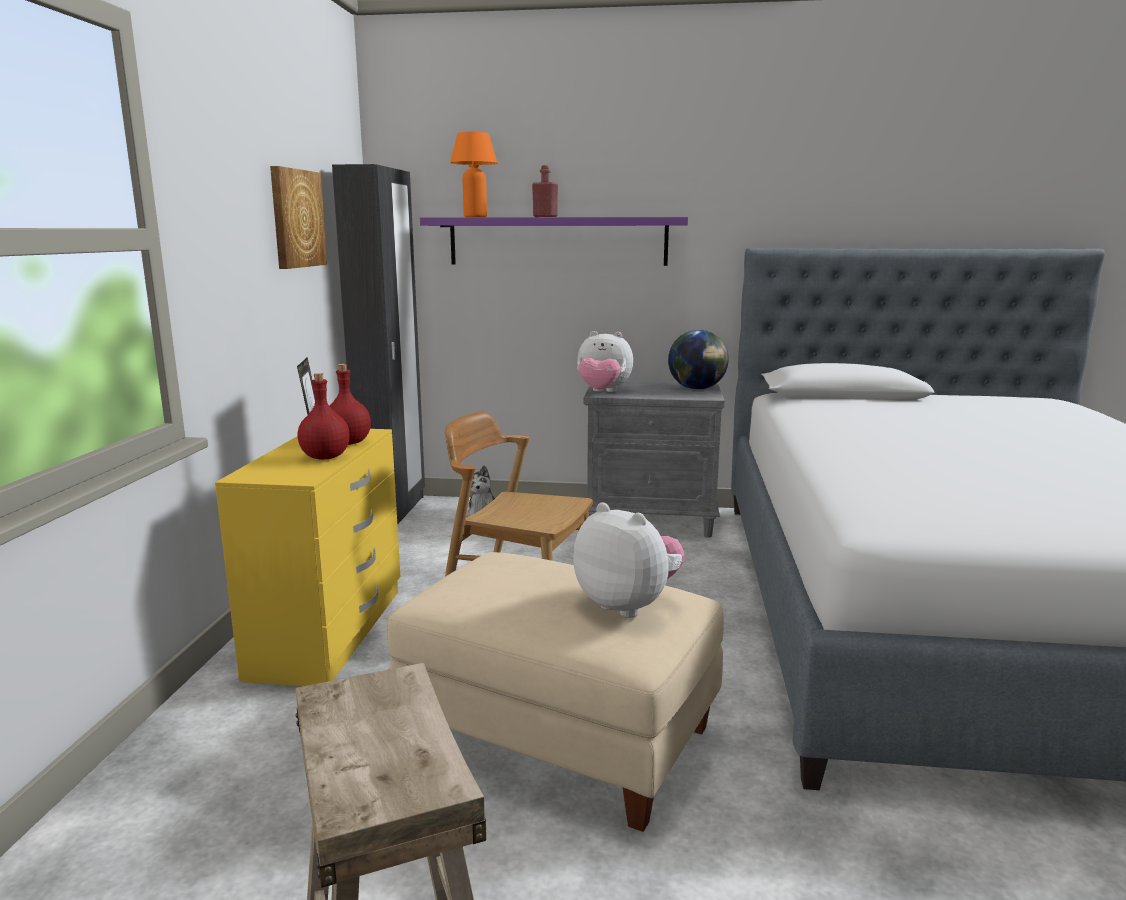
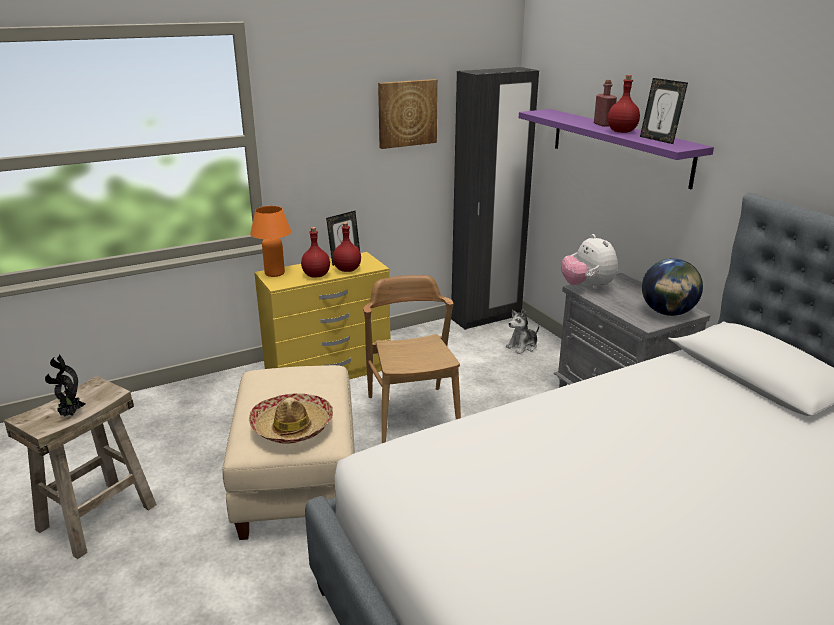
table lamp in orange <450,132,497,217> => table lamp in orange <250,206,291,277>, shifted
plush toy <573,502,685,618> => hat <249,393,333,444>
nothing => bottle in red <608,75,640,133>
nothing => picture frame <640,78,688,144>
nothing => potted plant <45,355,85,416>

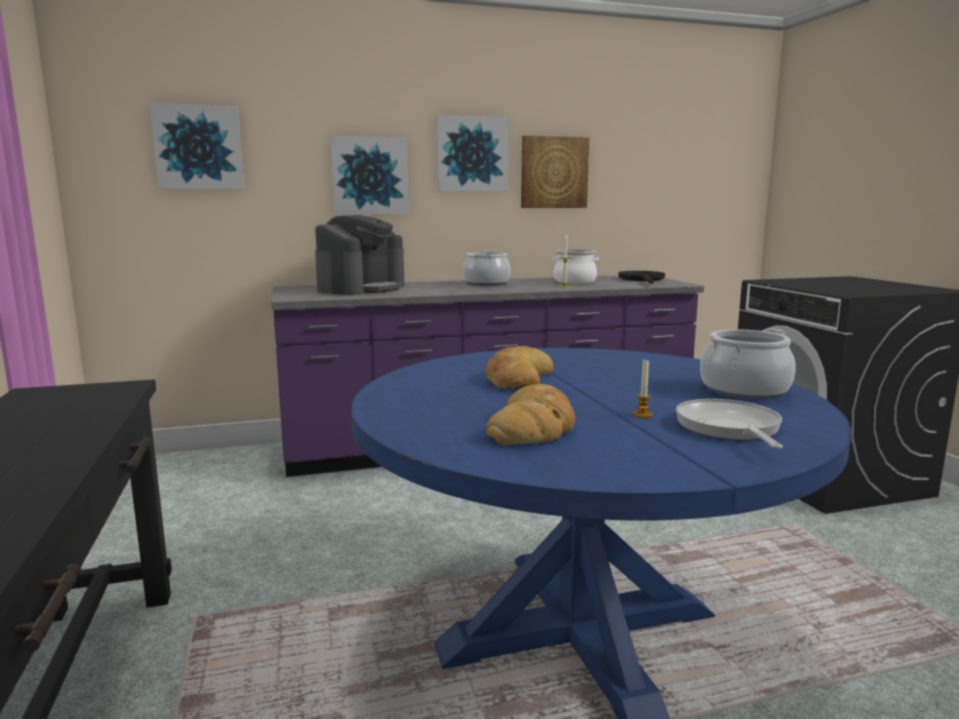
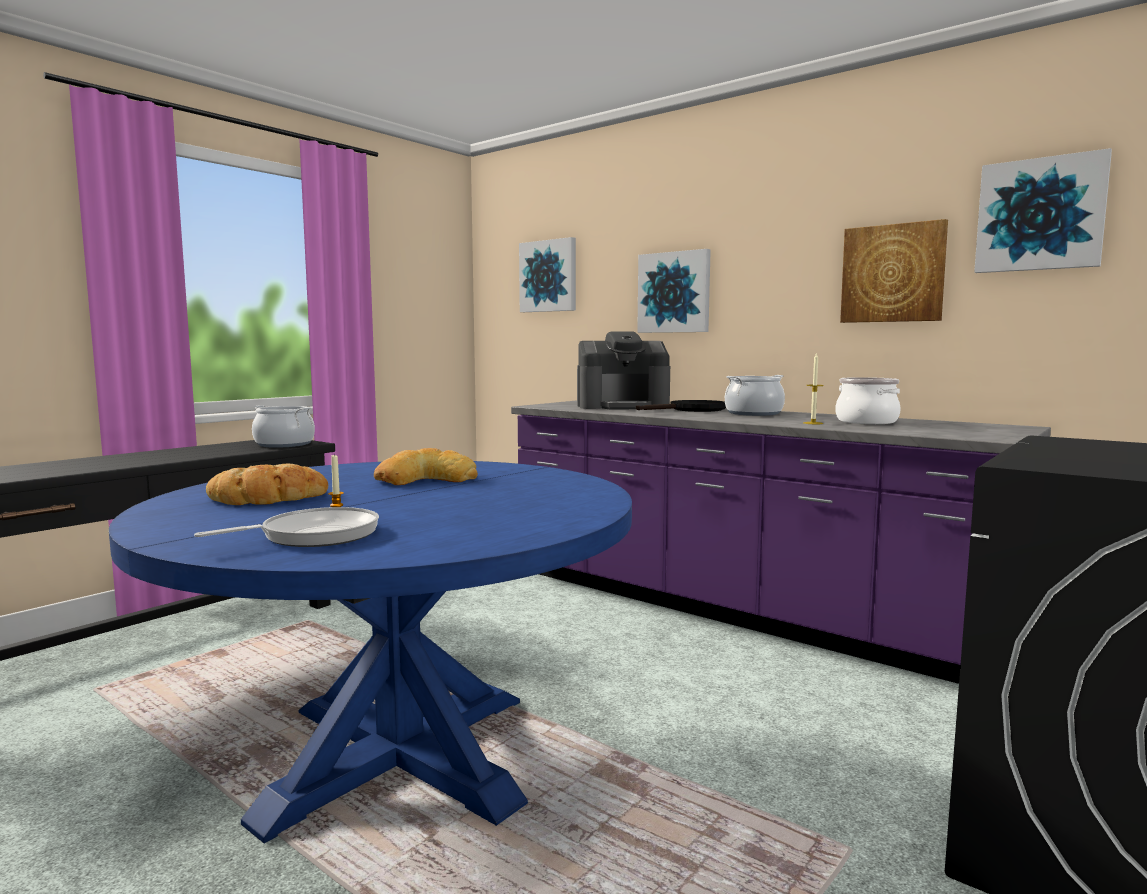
picture <436,115,508,192> => picture <974,148,1112,273>, shifted
frying pan in black <618,271,665,284> => frying pan in black <636,400,726,412>, shifted
cooking pot <700,328,796,399> => cooking pot <252,405,315,448>, shifted

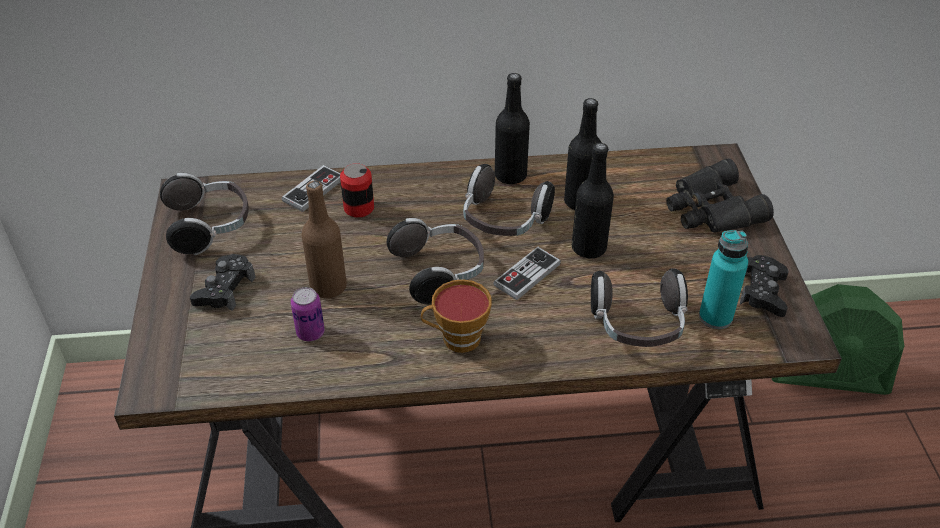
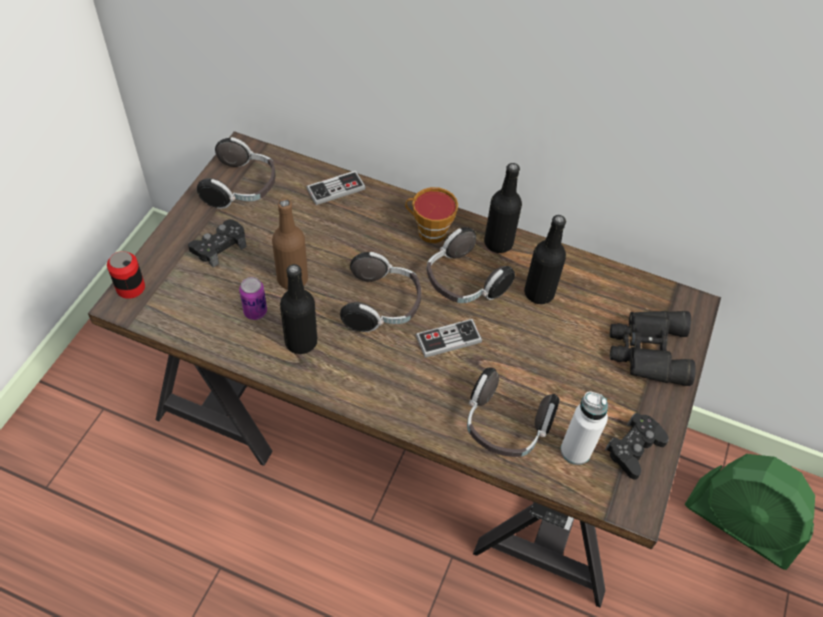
bottle in black <572,143,614,258> => bottle in black <280,264,318,354>, shifted
can <340,163,374,218> => can <107,251,145,299>, shifted
bottle in turquoise <699,230,748,329> => bottle in white <561,391,608,465>
cup <421,279,492,353> => cup <405,187,458,243>, shifted

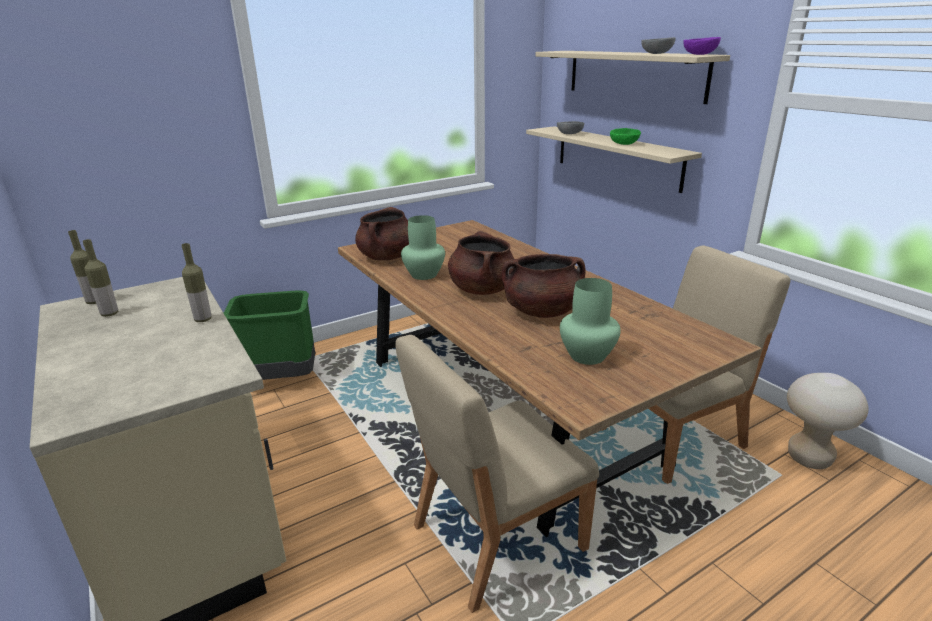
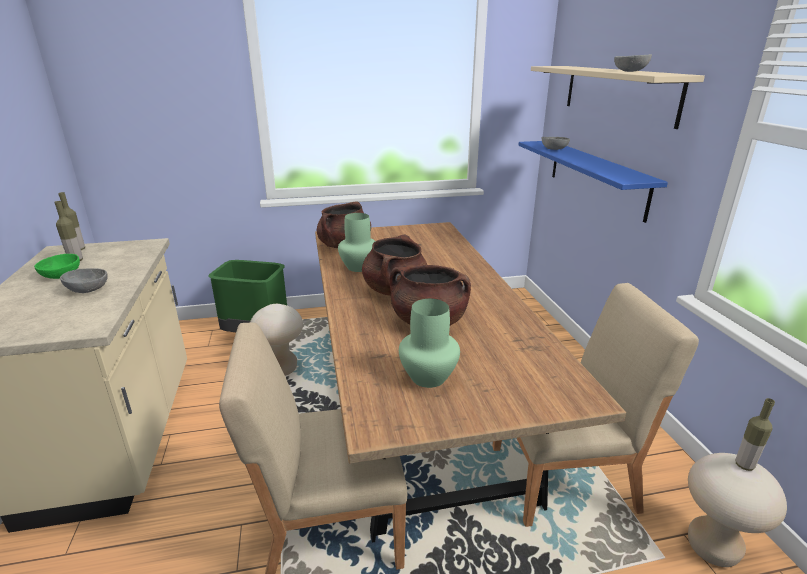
bowl in purple <683,37,721,55> => nothing
shelf in beige <526,126,702,193> => shelf in blue <518,141,668,223>
bowl in green <610,128,641,145> => bowl in green <34,254,80,279>, shifted
bottle <182,243,212,322> => bottle <736,398,775,471>, shifted
nothing => bowl in grey <60,268,108,293>
nothing => stool in beige <250,304,303,376>

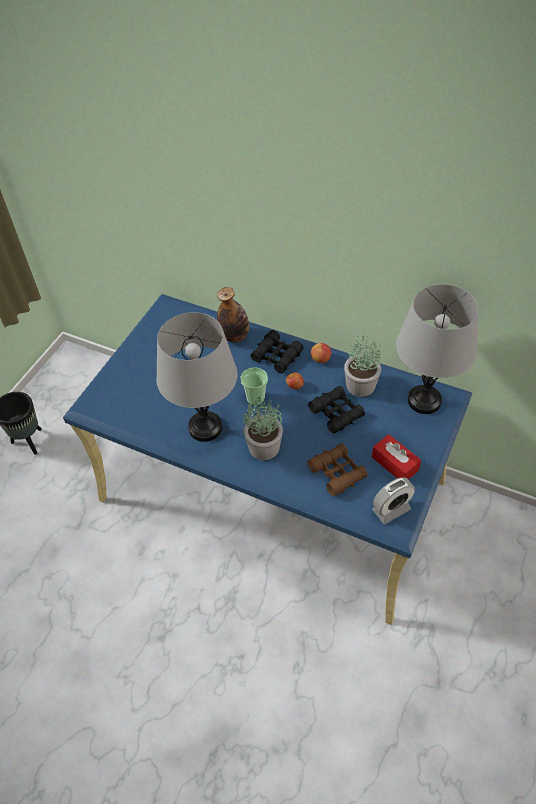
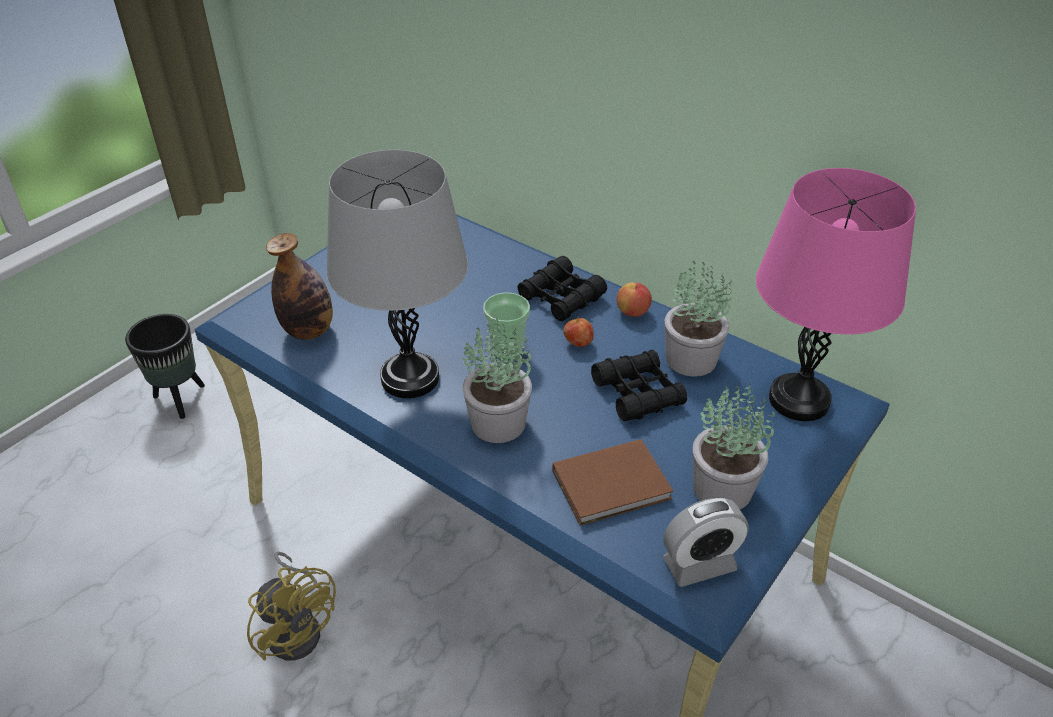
table lamp in grey <396,284,479,414> => table lamp in pink <756,168,916,421>
bottle <217,287,249,342> => bottle <266,233,333,340>, shifted
tissue box in red <372,434,421,480> => potted plant <693,382,775,509>
binoculars in brown <308,443,368,496> => book in brown <553,439,673,526>
nothing => fan in yellow <247,551,336,661>

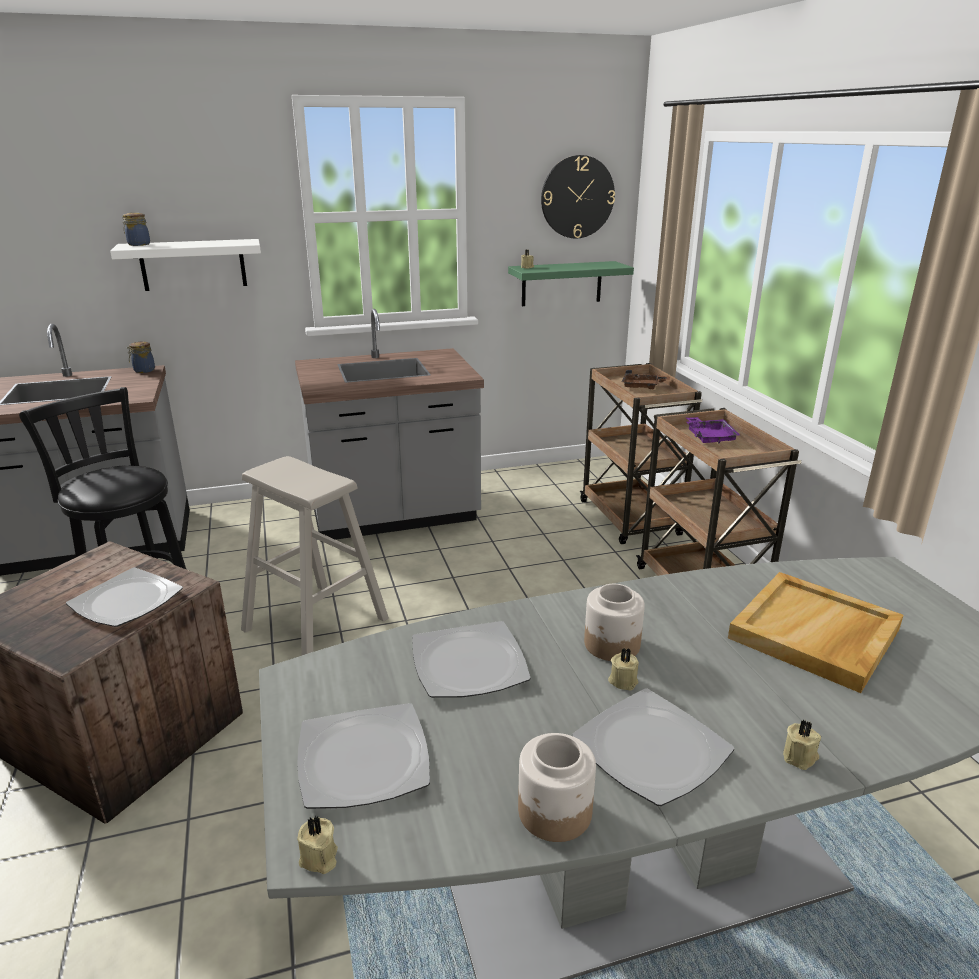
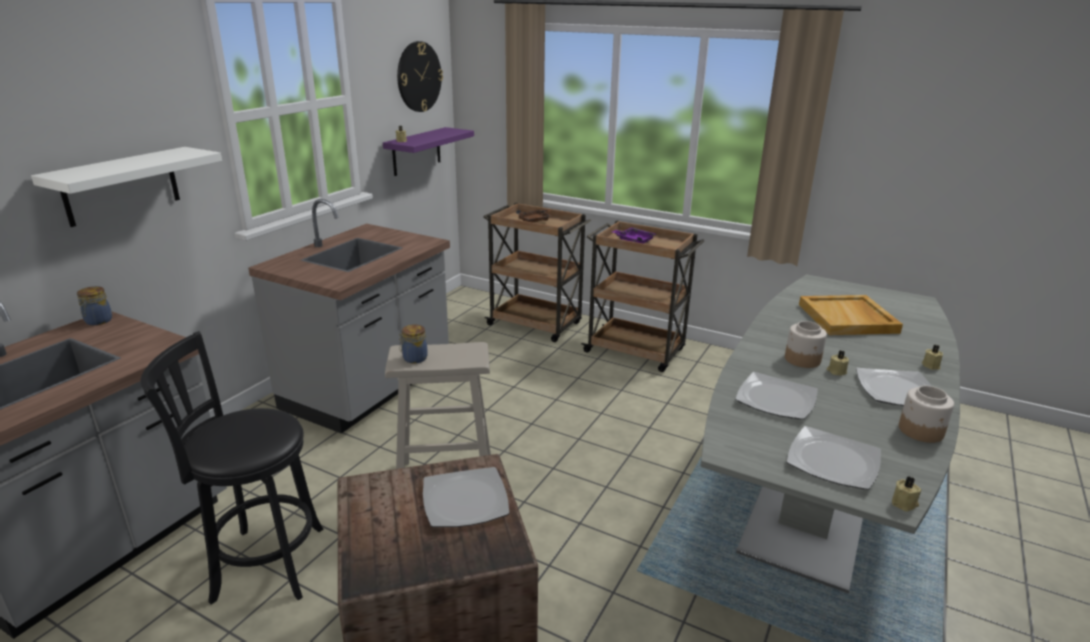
jar <122,213,150,246> => jar <399,324,428,364>, shifted
shelf in green <508,261,634,306> => shelf in purple <383,127,474,176>

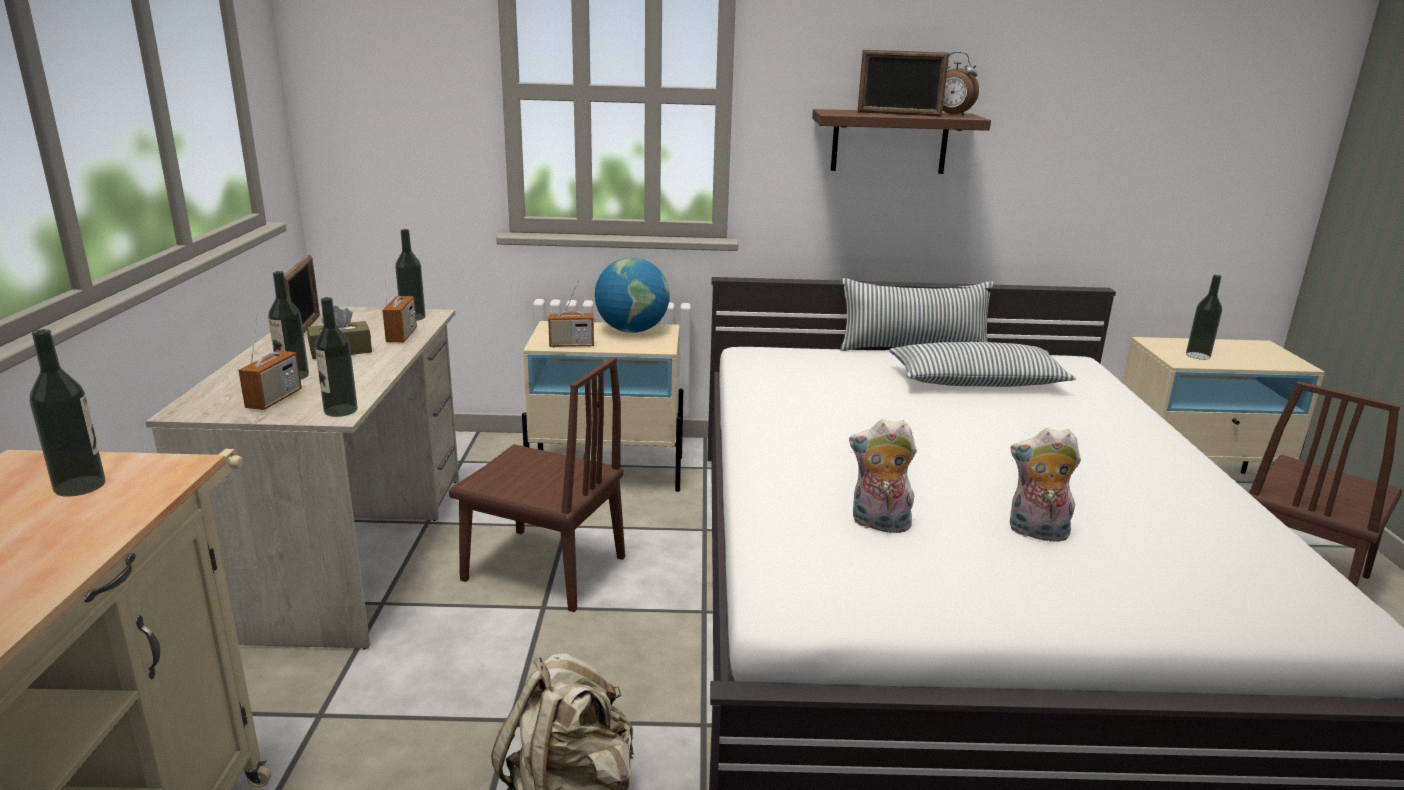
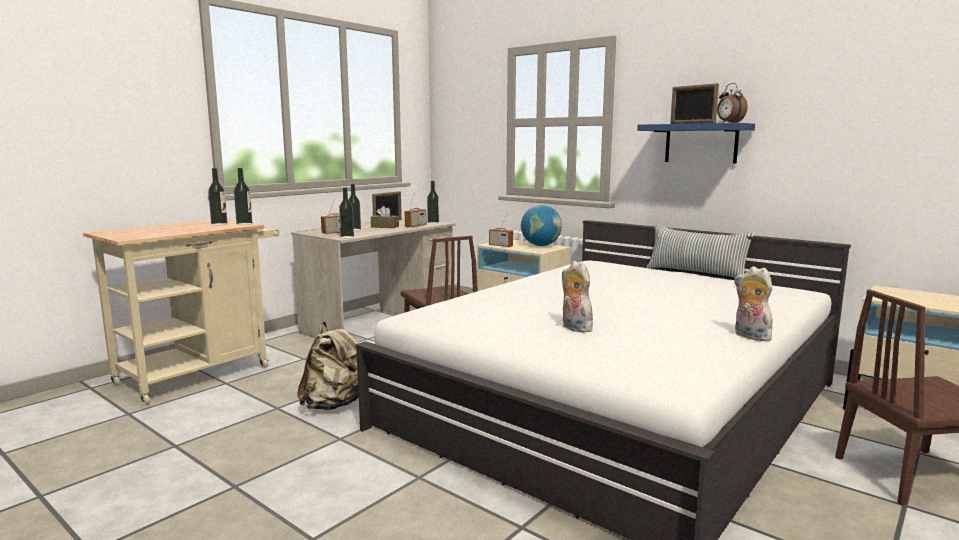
shelf in brown <812,109,991,174> => shelf in blue <637,123,755,163>
bottle <1186,275,1222,360> => bottle <234,168,252,225>, shifted
pillow <889,342,1076,387> => nothing
plush toy <849,419,917,533> => plush toy <734,266,773,341>, shifted

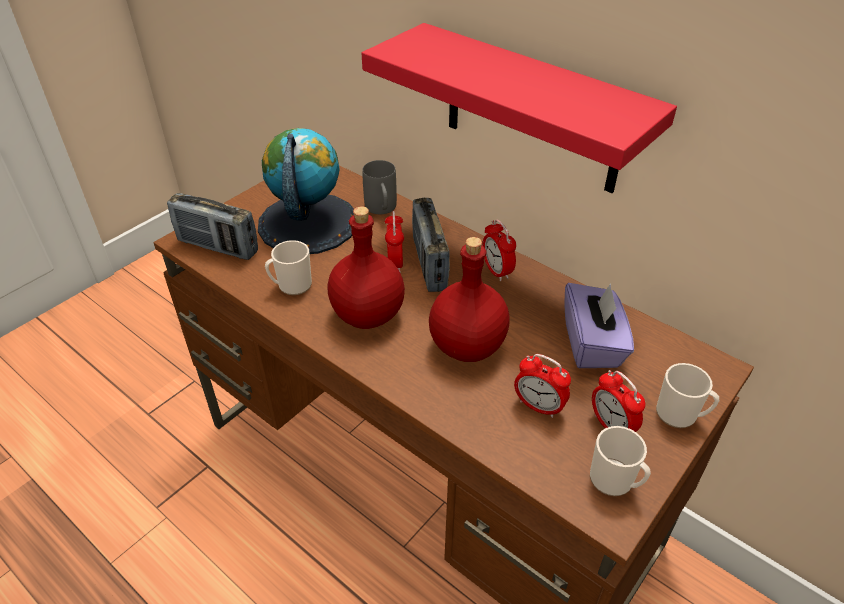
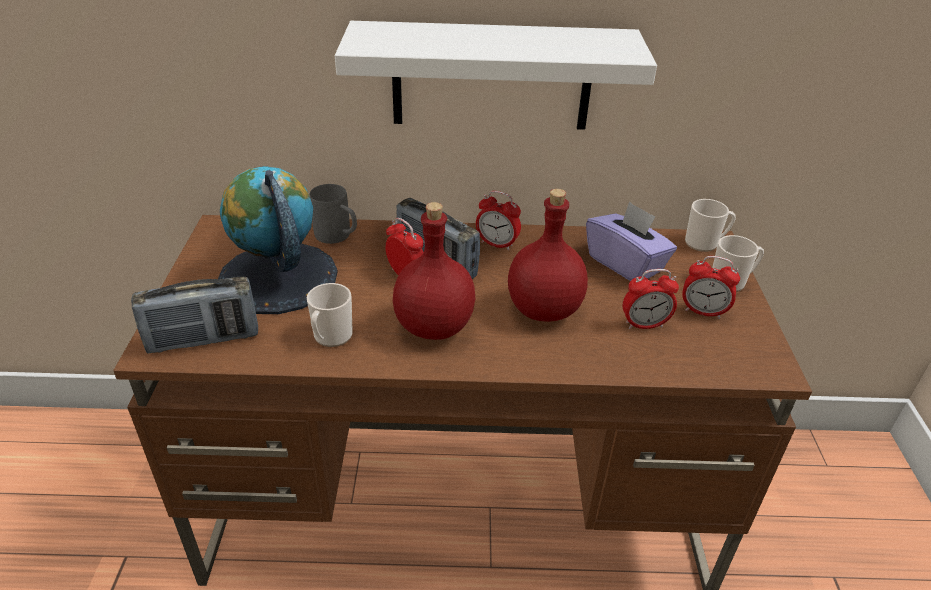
shelf in red <361,23,677,193> => shelf in white <335,21,657,130>
mug <590,426,651,496> => mug <685,199,736,252>, shifted

